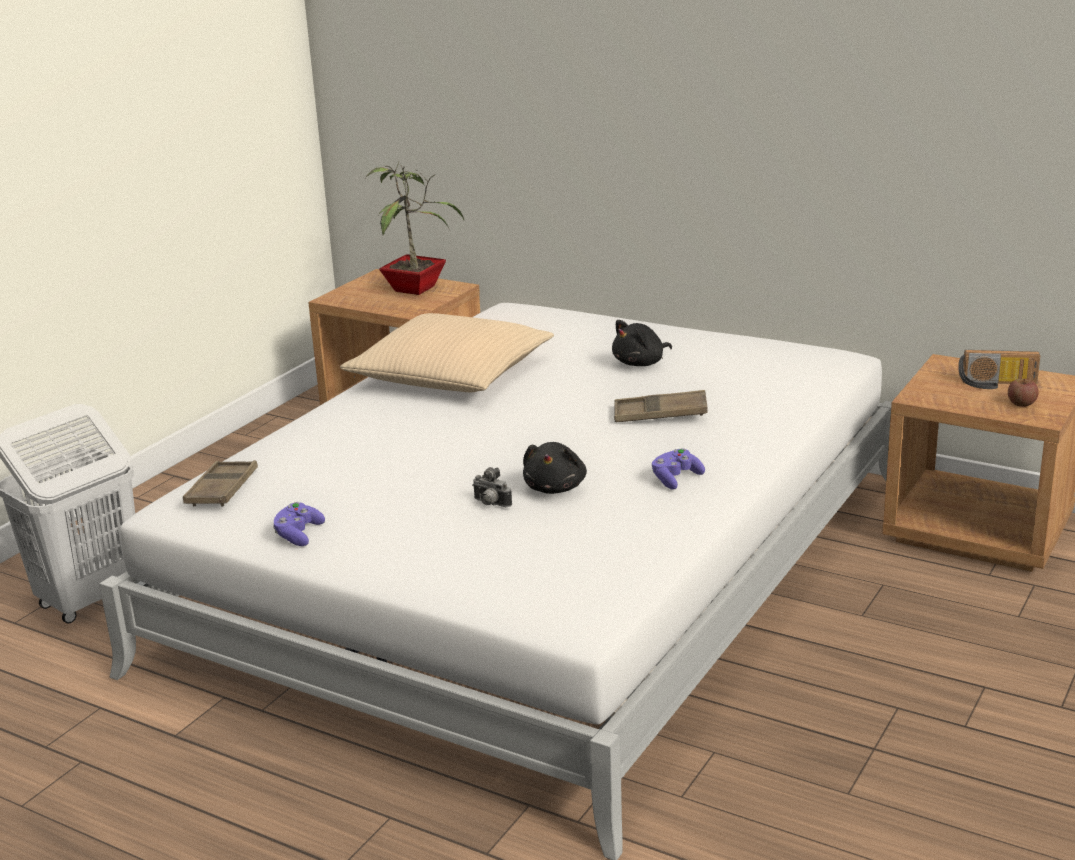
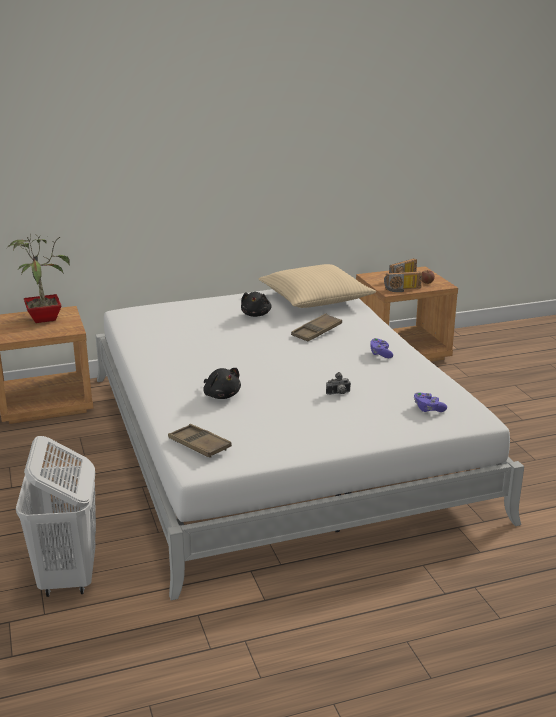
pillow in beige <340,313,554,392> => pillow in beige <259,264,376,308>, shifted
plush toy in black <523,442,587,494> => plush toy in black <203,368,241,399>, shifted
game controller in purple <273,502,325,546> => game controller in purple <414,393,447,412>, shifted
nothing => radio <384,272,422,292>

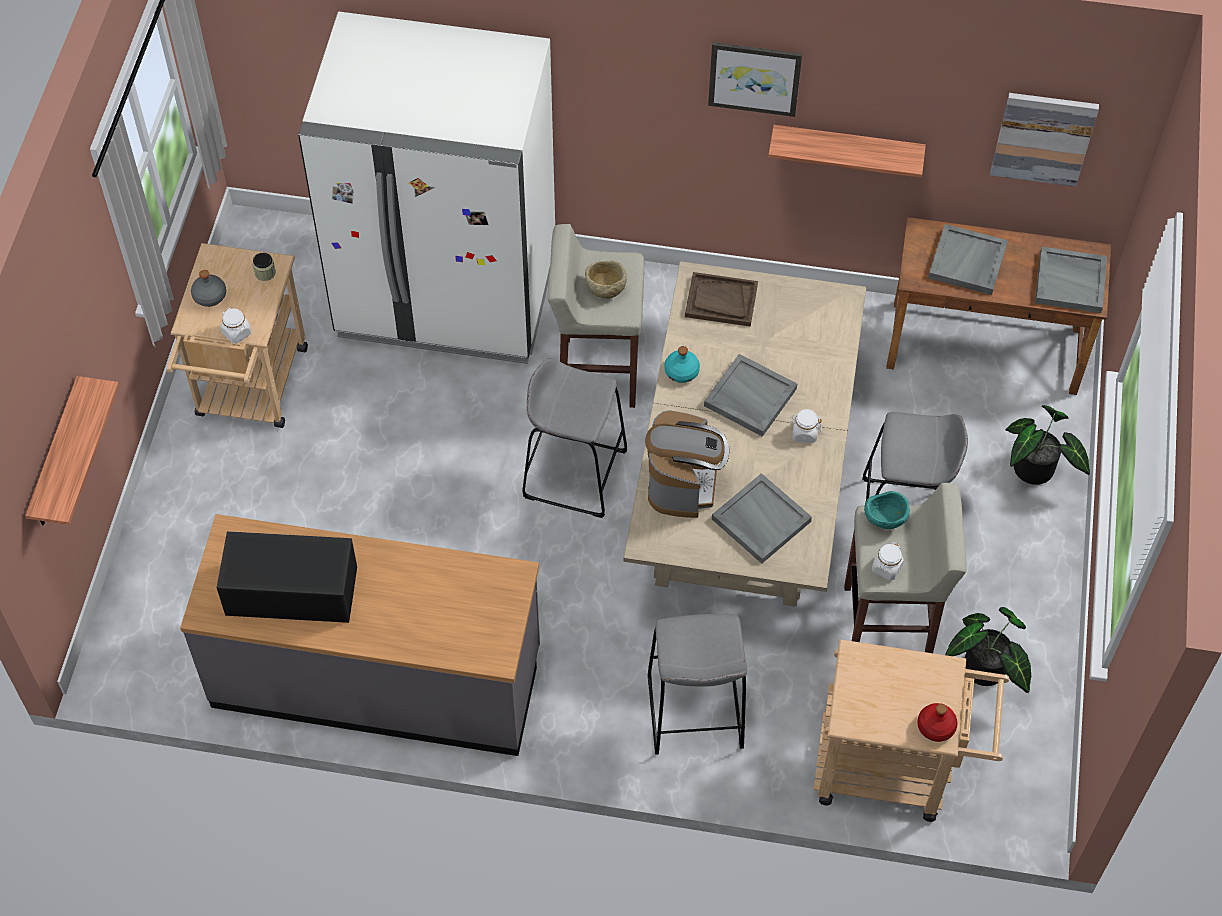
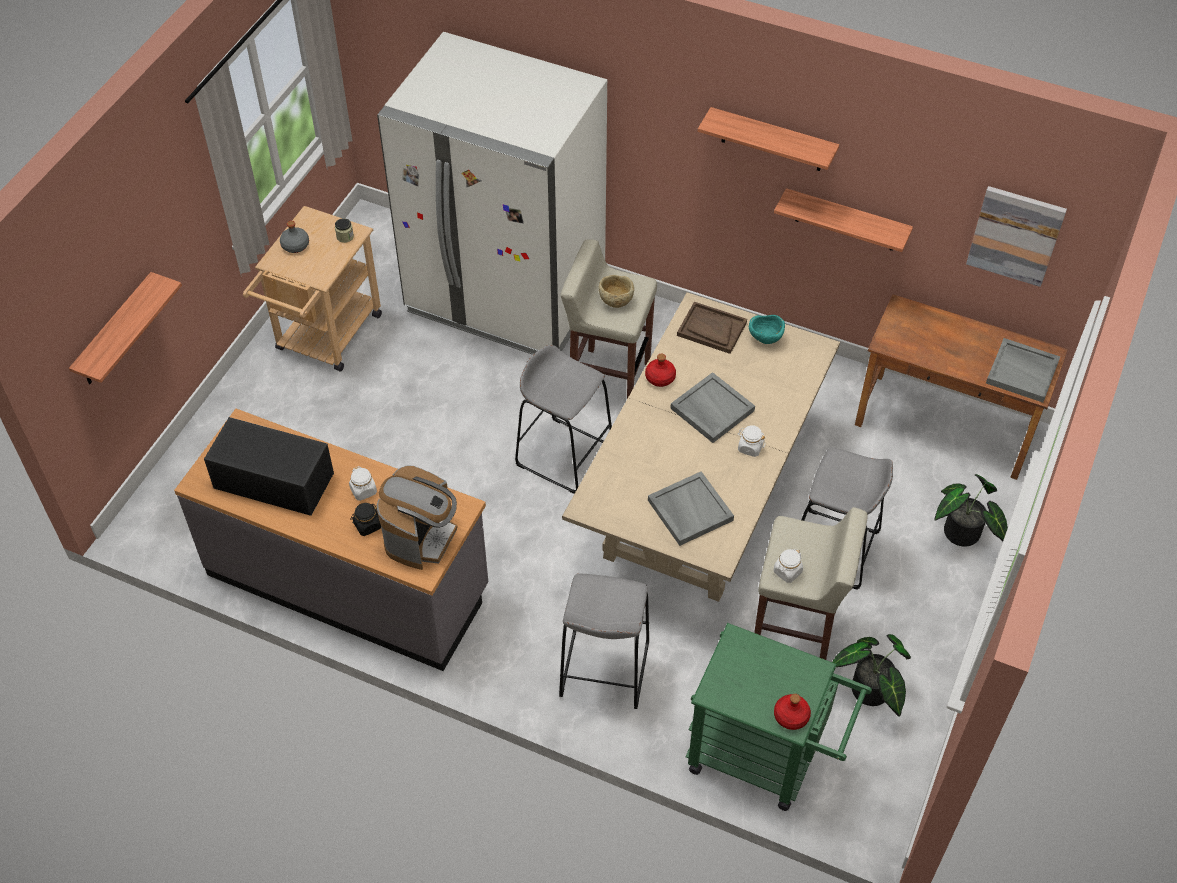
picture <708,42,802,117> => shelf <698,107,839,171>
tray in grey <928,224,1008,295> => nothing
jar in white <221,308,251,344> => jar in white <349,466,377,501>, shifted
bottle in turquoise <664,346,700,383> => bottle in red <645,354,676,387>
coffee machine <645,410,729,518> => coffee machine <377,466,457,570>, shifted
bowl in turquoise <864,491,910,529> => bowl in turquoise <749,315,785,344>, shifted
cart in beige <814,639,1009,822> => cart in green <686,623,872,811>
nothing => jar in black <350,503,381,536>

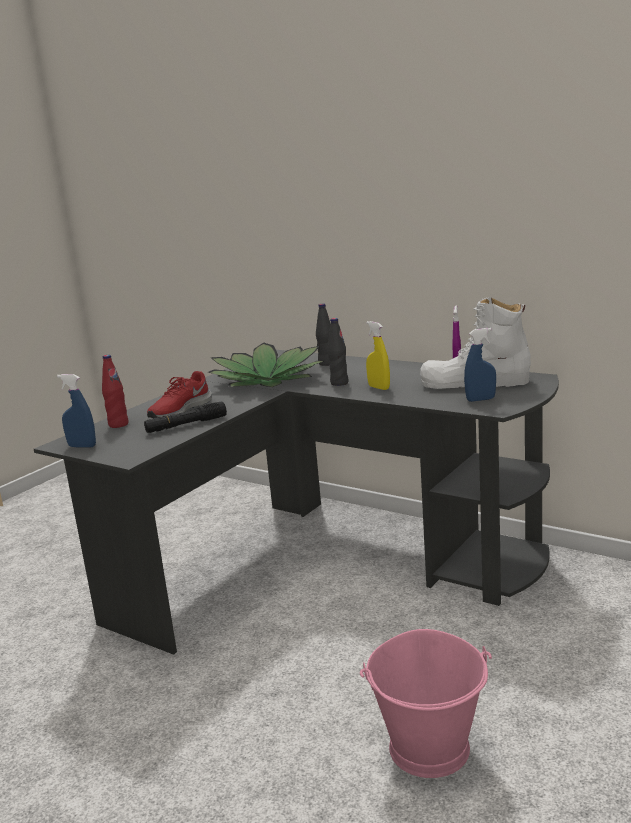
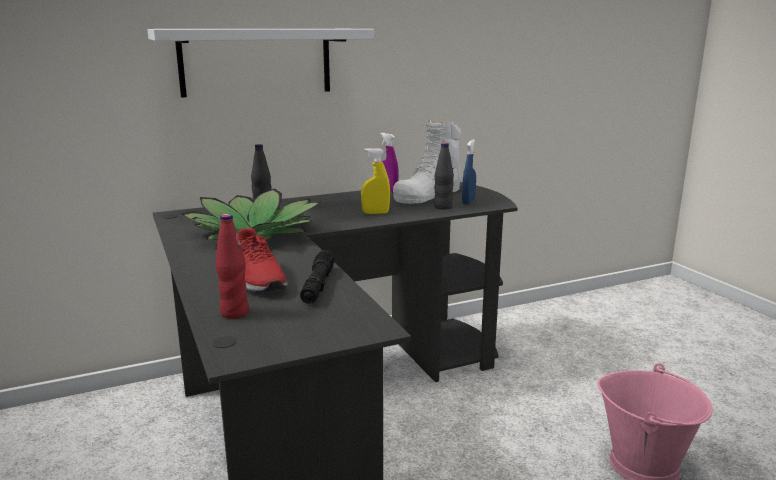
bottle in black <328,318,349,386> => bottle in black <434,143,454,210>, shifted
spray bottle in blue <57,374,96,448> => nothing
nothing => shelf in white <148,29,374,98>

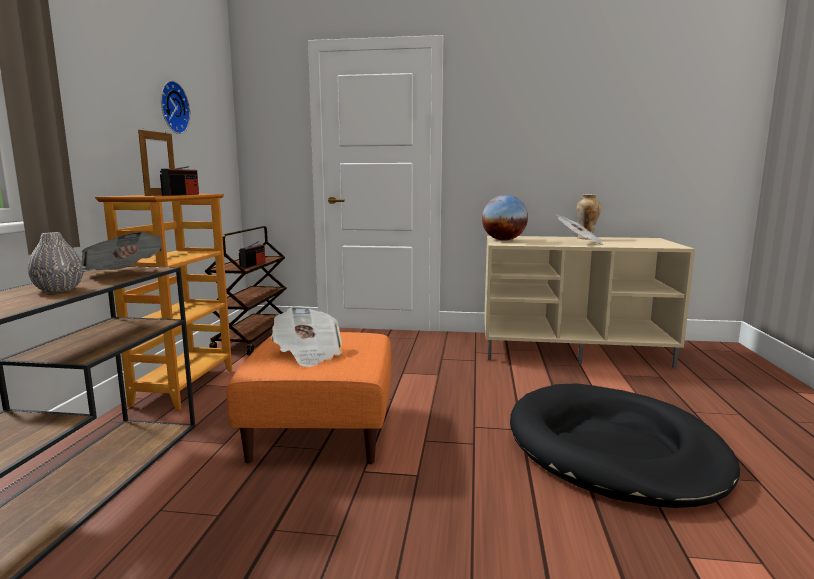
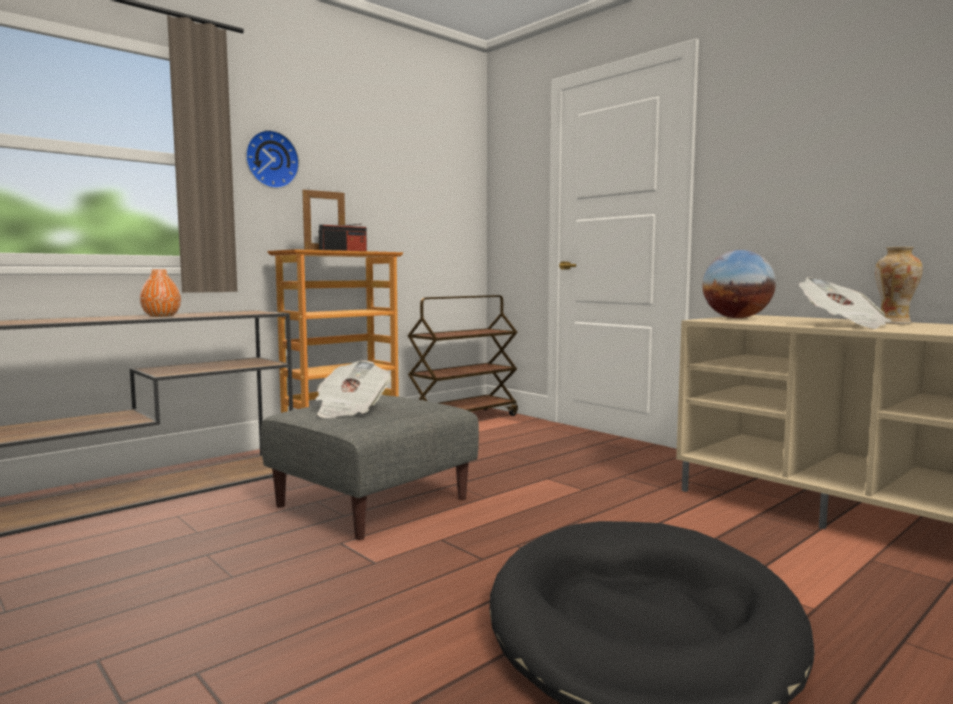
wall clock <161,80,190,134> => wall clock <245,130,299,189>, shifted
vase in grey <28,232,83,293> => vase in orange <140,270,181,317>
newspaper <82,232,162,270> => nothing
radio <239,242,265,268> => nothing
ottoman in orange <227,332,391,464> => ottoman in grey <261,395,479,540>

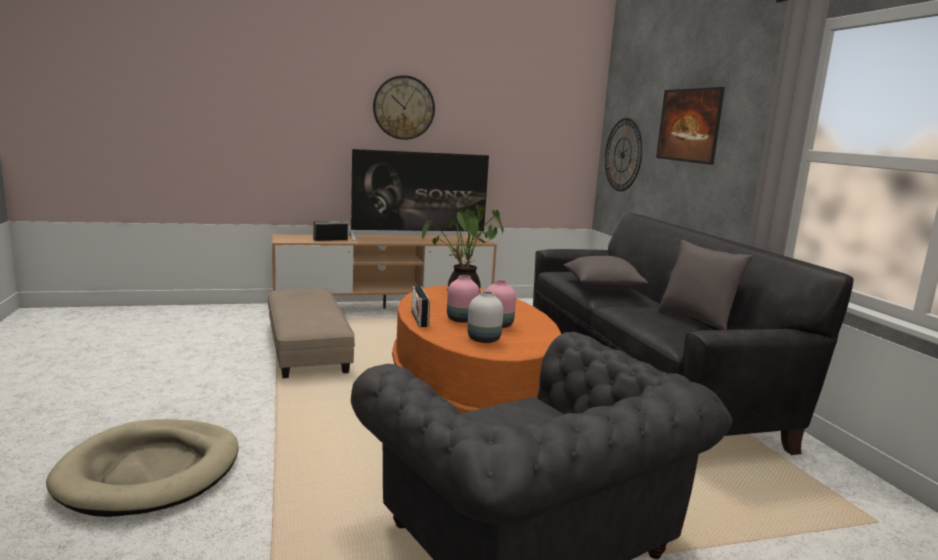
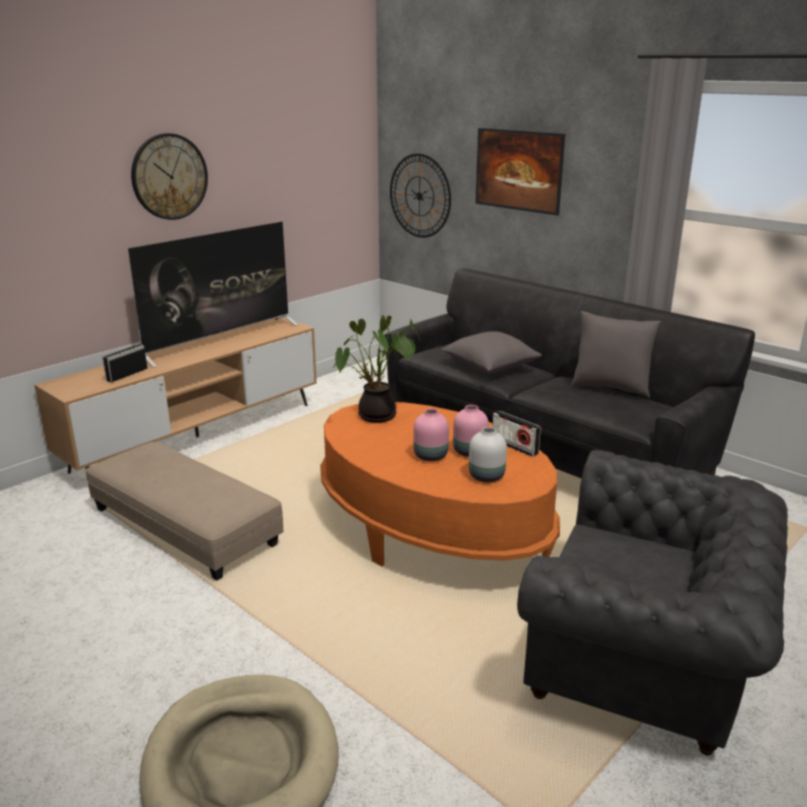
radio <411,286,430,327> => radio <492,411,541,457>, shifted

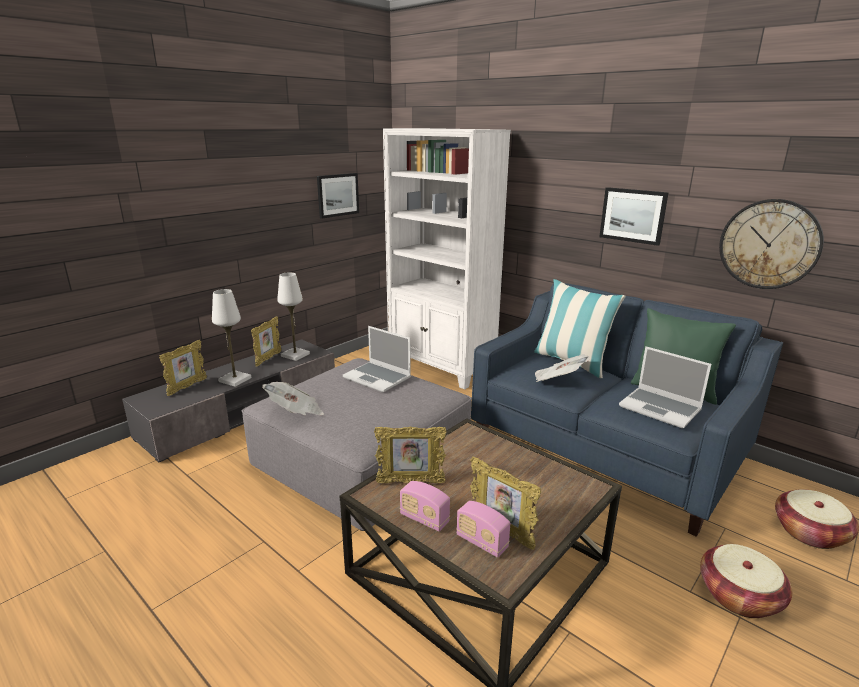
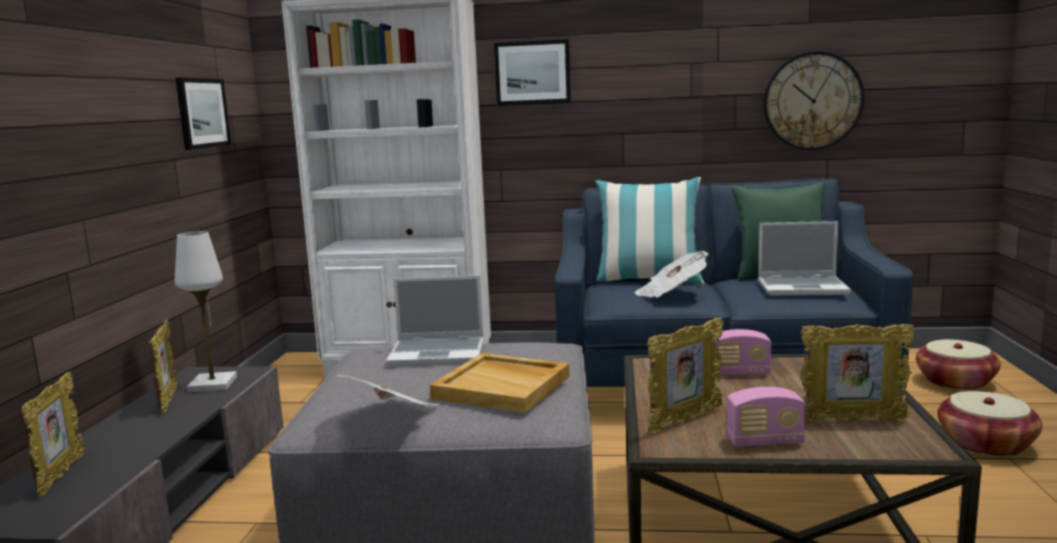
picture <599,187,669,246> => picture <494,39,571,105>, shifted
table lamp in white <212,289,252,387> => nothing
radio <456,501,510,558> => radio <715,329,771,376>, shifted
nothing => tray in beige <430,353,570,413>

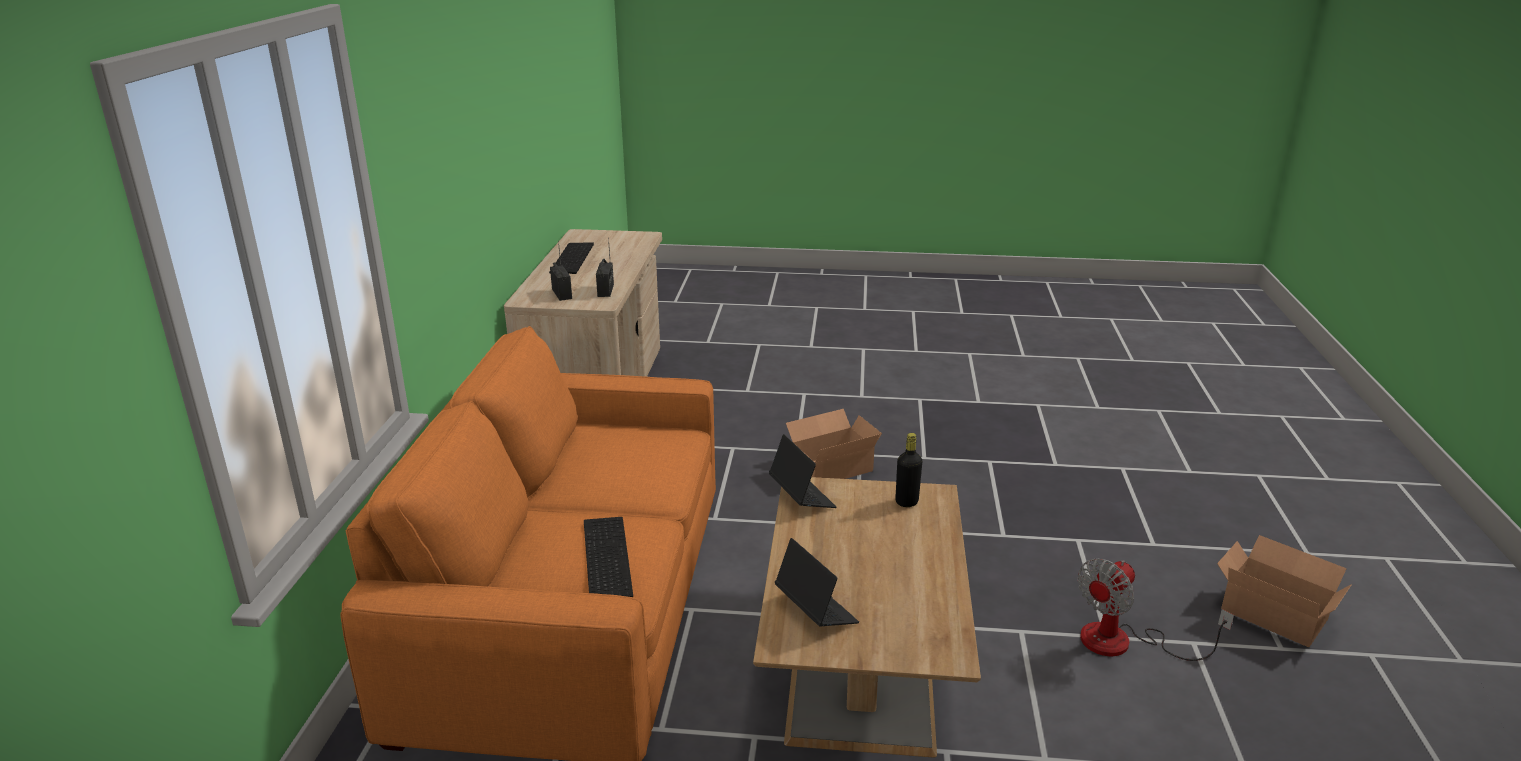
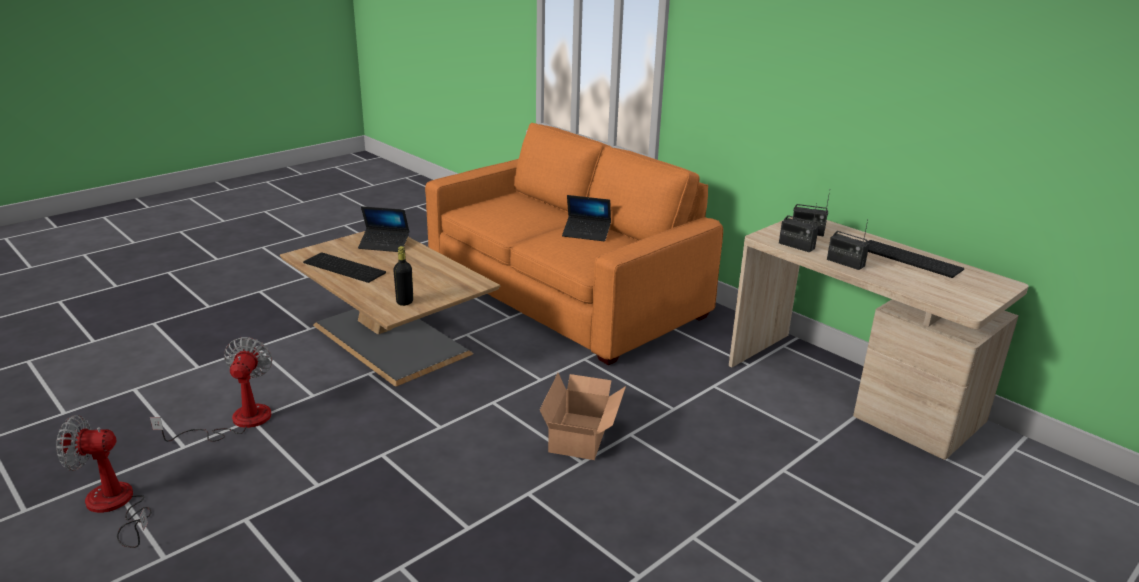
laptop <769,434,836,508> => laptop <562,195,611,241>, shifted
keyboard <584,517,633,597> => keyboard <303,252,386,283>, shifted
cardboard box <1217,535,1352,647> => fan <56,415,151,548>
nothing => radio <827,219,870,270>

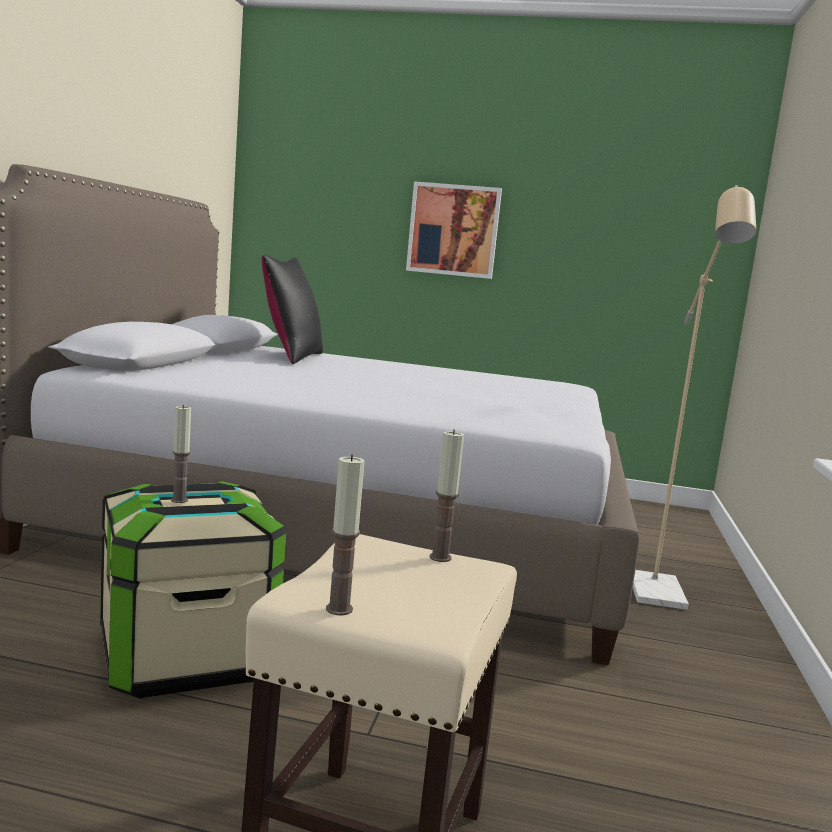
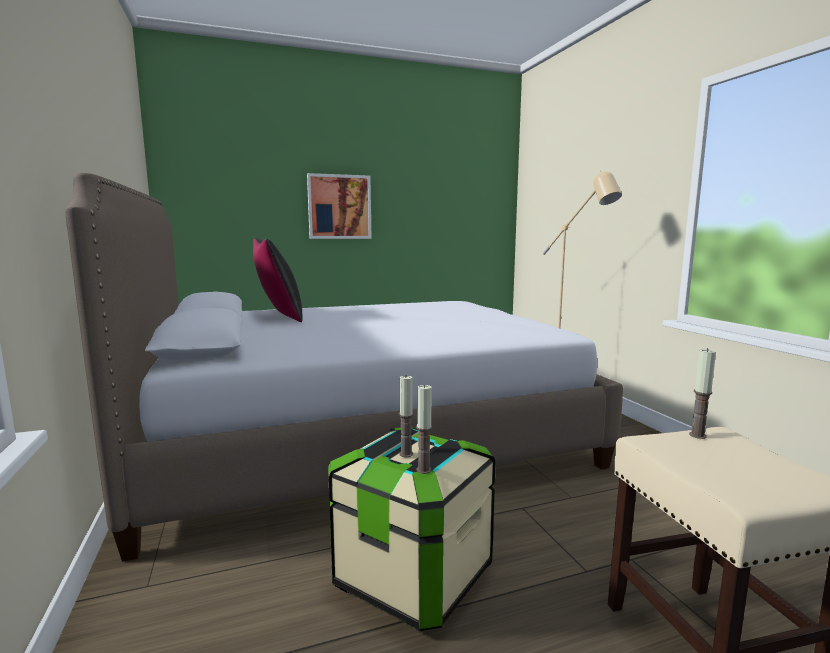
candle <326,454,365,616> => candle <416,384,432,474>, shifted

